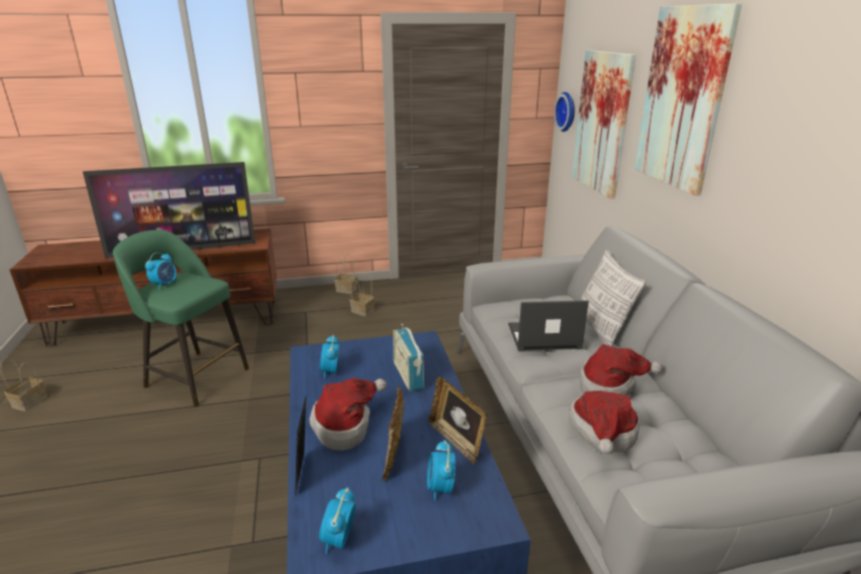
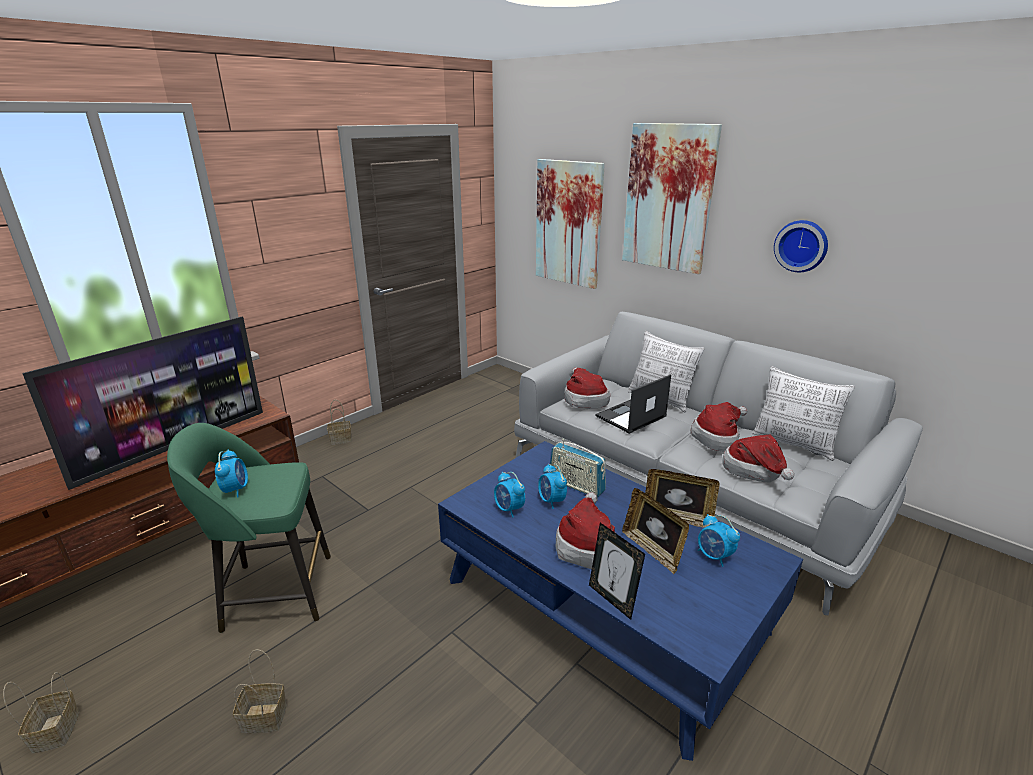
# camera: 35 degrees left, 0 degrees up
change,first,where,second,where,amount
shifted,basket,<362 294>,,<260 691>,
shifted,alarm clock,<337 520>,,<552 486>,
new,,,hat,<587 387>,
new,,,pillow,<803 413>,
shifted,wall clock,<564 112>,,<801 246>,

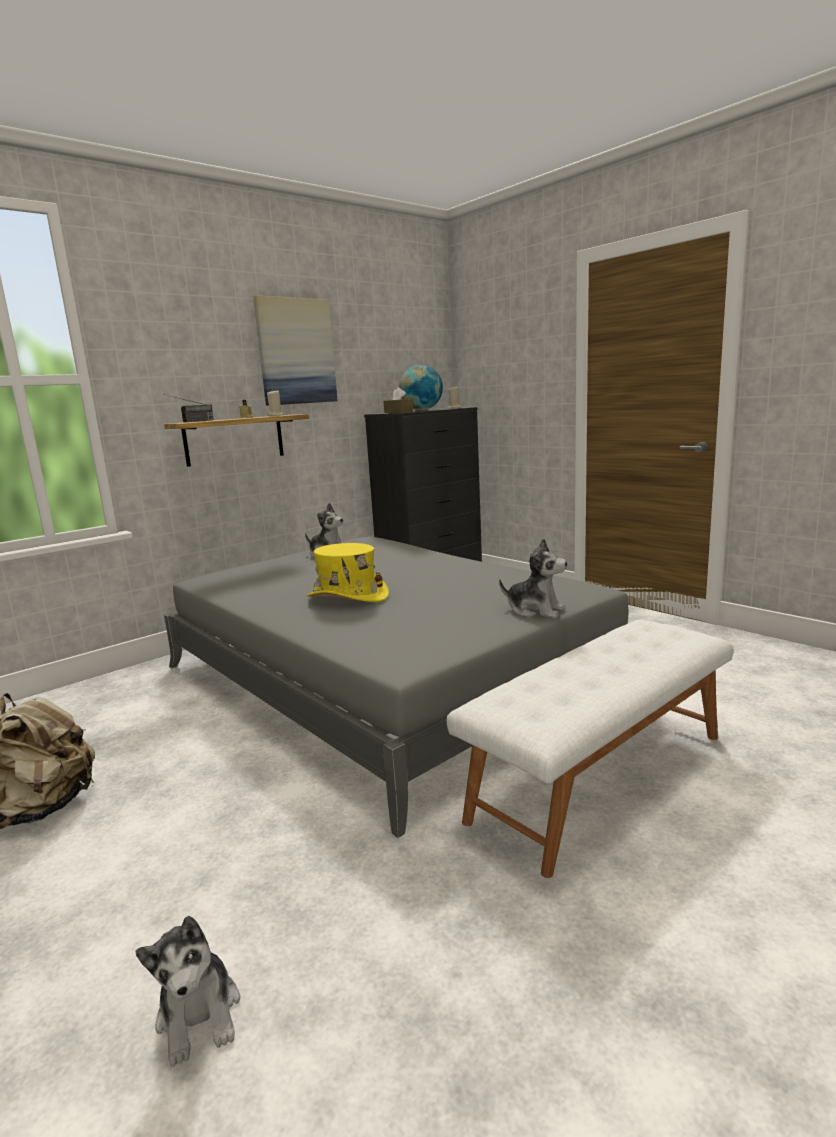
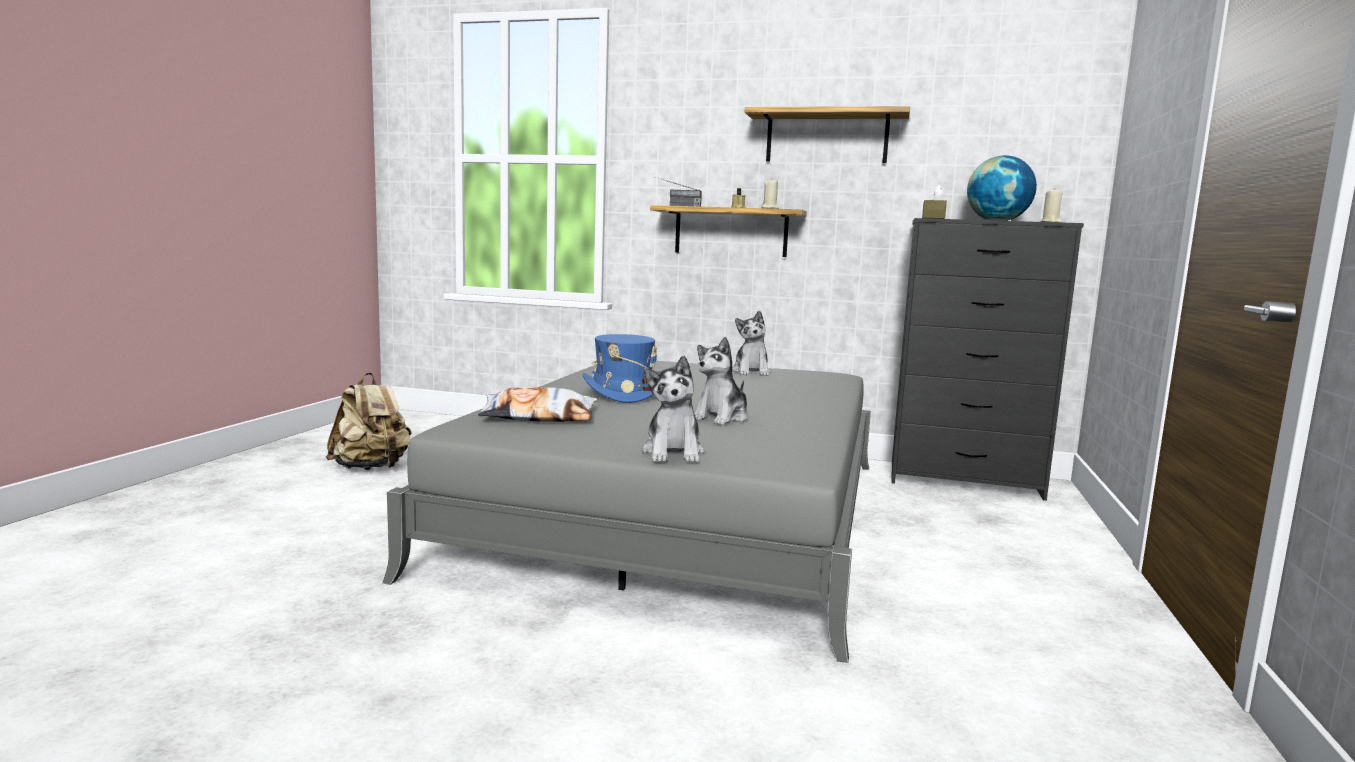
# camera: 55 degrees right, 5 degrees down
change,first,where,second,where,amount
new,,,pillow,<537 404>,
repainted,hat in yellow,<348 572>,hat in blue,<619 368>,
shifted,plush toy,<187 991>,,<721 381>,
swapped,picture,<295 350>,shelf,<827 134>,
gone,bench in white,<590 749>,,,

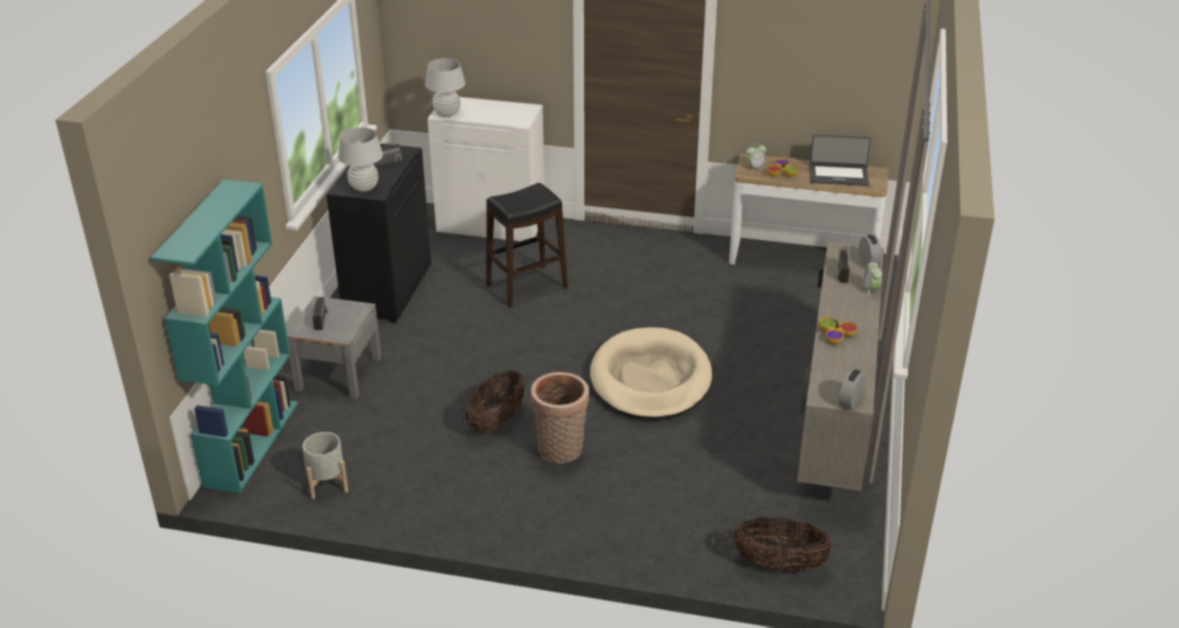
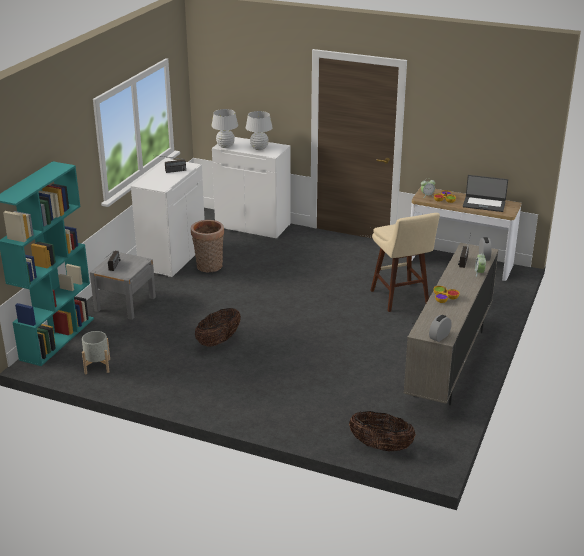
# camera: 10 degrees right, 5 degrees down
change,first,where,second,where,amount
repainted,cabinet in black,<378 233>,cabinet in white,<168 218>,
shifted,basket,<560 417>,,<207 246>,
shifted,table lamp in white,<360 159>,,<259 130>,
new,,,stool in beige,<405 262>,
gone,stool in black,<527 245>,,,
gone,dog bed in beige,<651 373>,,,

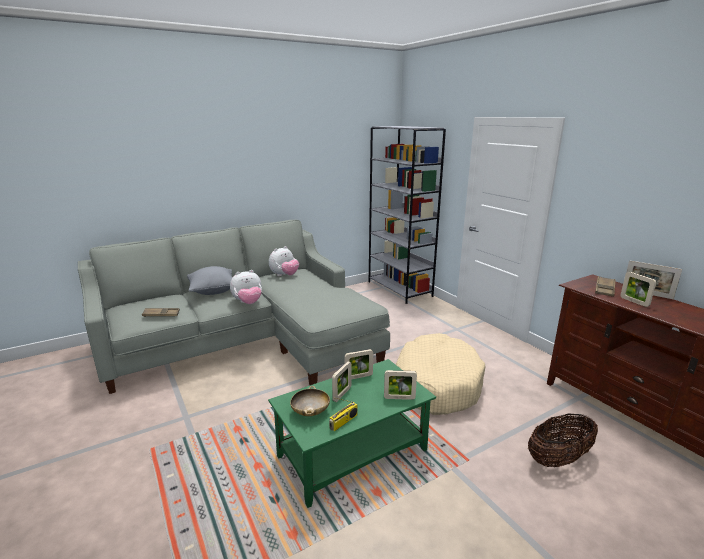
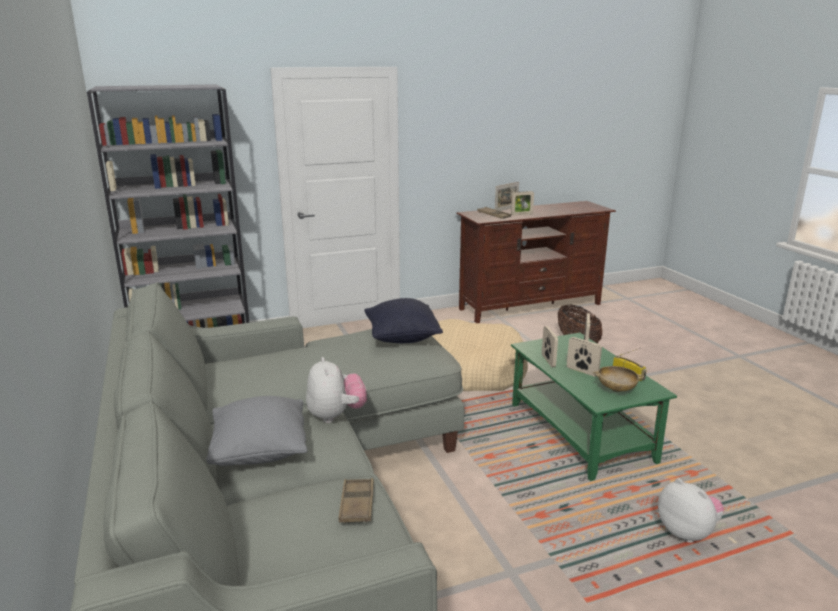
# camera: 80 degrees left, 0 degrees up
change,first,where,second,where,amount
new,,,pillow in black,<404 320>,
shifted,plush toy,<284 261>,,<691 510>,

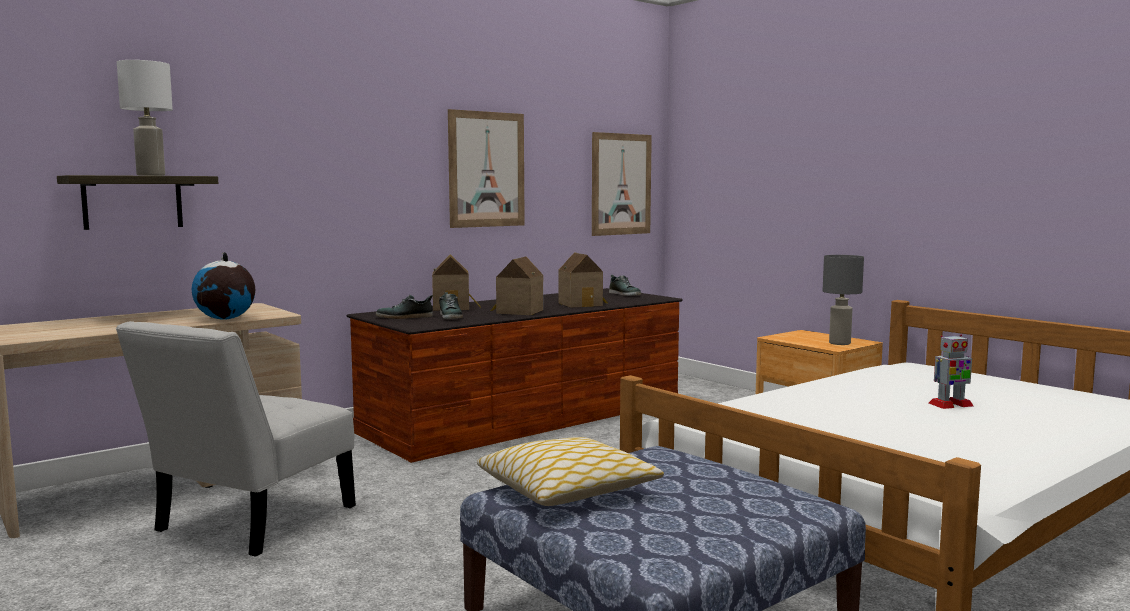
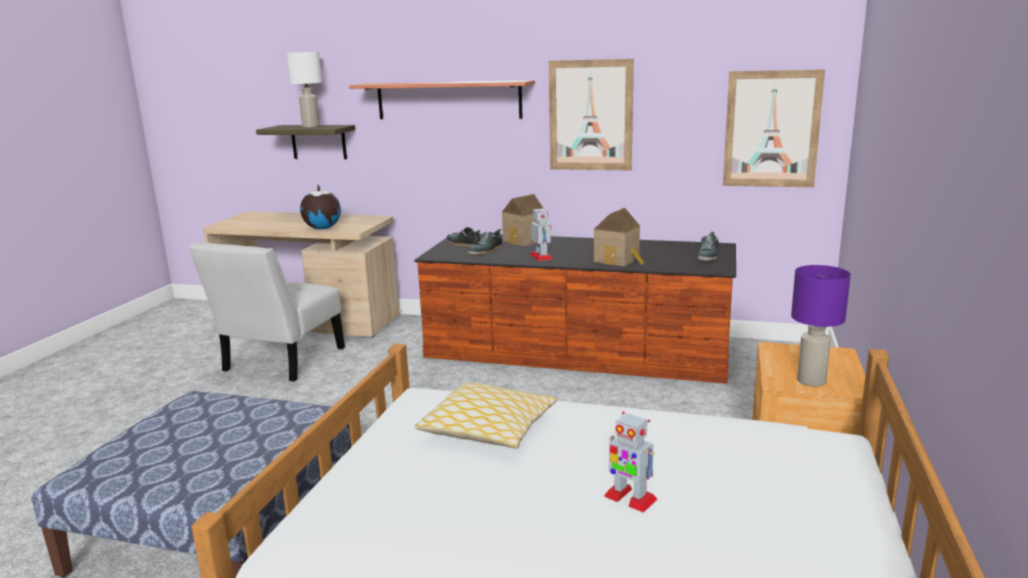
# camera: 55 degrees right, 10 degrees up
change,first,where,second,where,amount
rotated,chair in white,<236 439>,,<267 312>,60 degrees counterclockwise
new,,,shelf,<442 99>,
shifted,pillow,<570 471>,,<486 415>,
swapped,toy house,<516 285>,toy robot,<541 234>,
repainted,table lamp in grey,<843 300>,table lamp in purple,<821 326>,

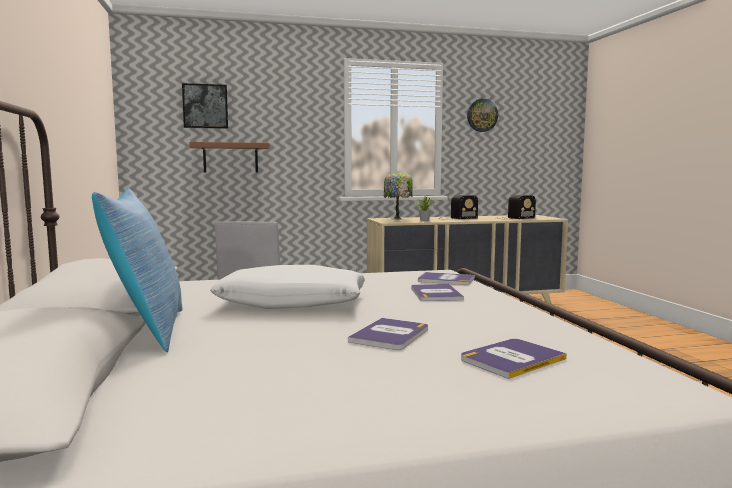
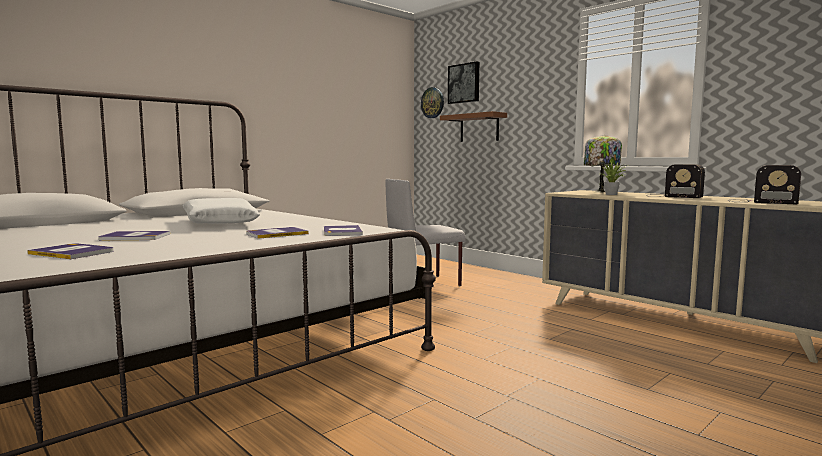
# camera: 60 degrees right, 0 degrees up
change,first,where,second,where,amount
shifted,wall clock,<482 115>,,<432 102>,
gone,pillow,<137 270>,,,

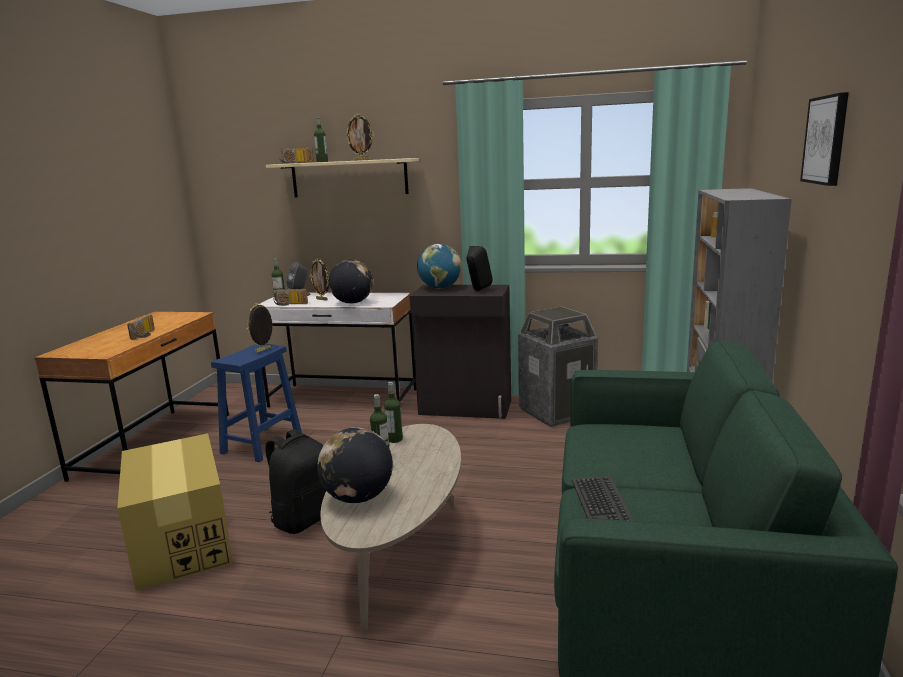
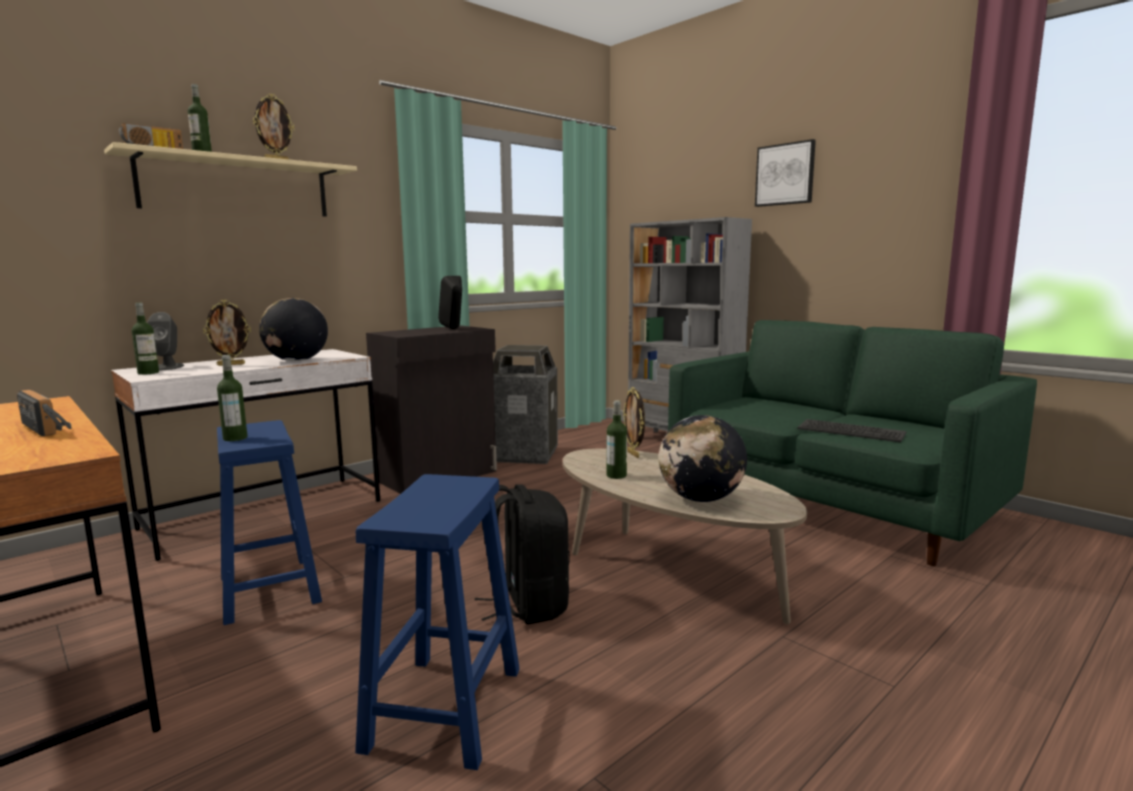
# camera: 55 degrees left, 5 degrees down
change,first,where,second,where,amount
shifted,bottle,<393 412>,,<232 398>,
swapped,cardboard box,<175 512>,stool in blue,<437 622>,
shifted,picture frame,<259 327>,,<634 422>,
gone,radio,<290 297>,,,
gone,globe,<439 266>,,,

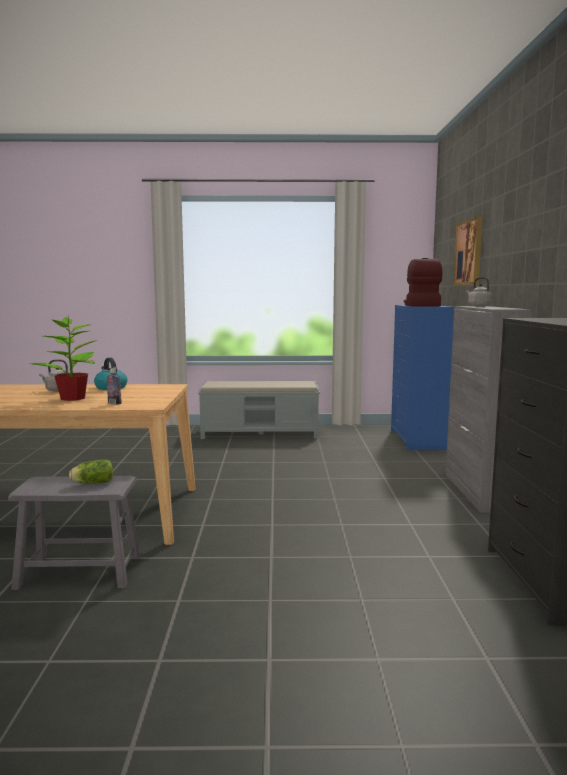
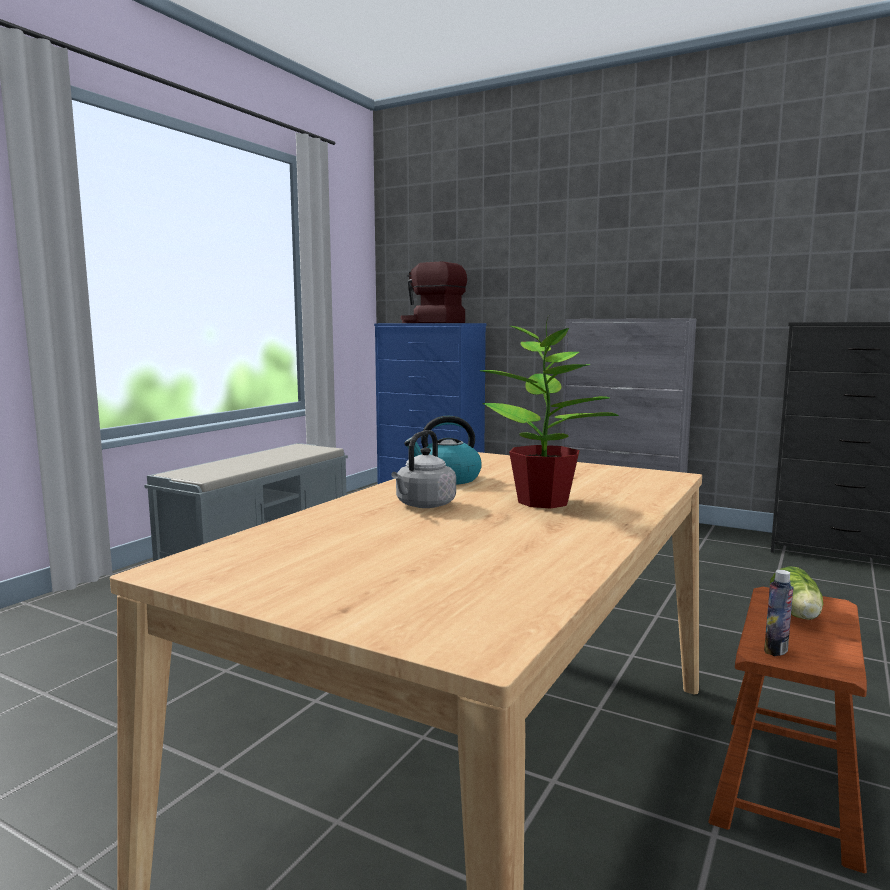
# camera: 60 degrees left, 0 degrees up
change,first,where,second,where,amount
repainted,stool in grey,<74 533>,stool in brown,<787 730>,
shifted,bottle,<114 386>,,<778 613>,
gone,picture,<468 250>,,,
gone,kettle in grey,<479 292>,,,

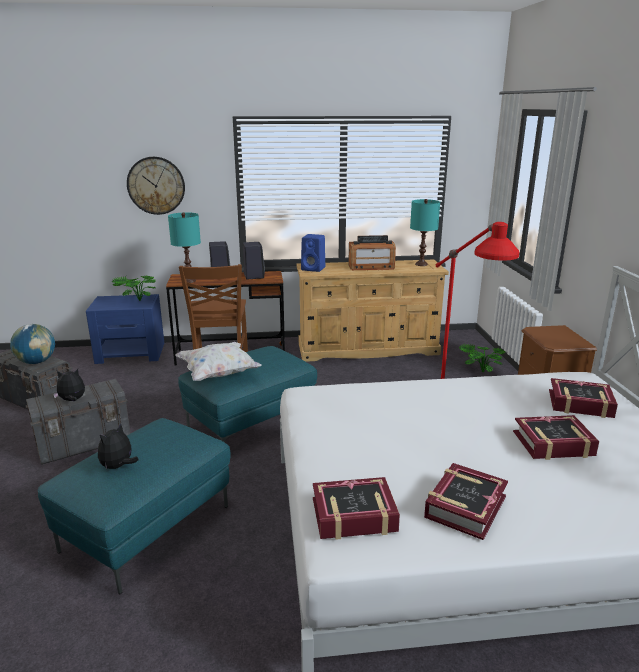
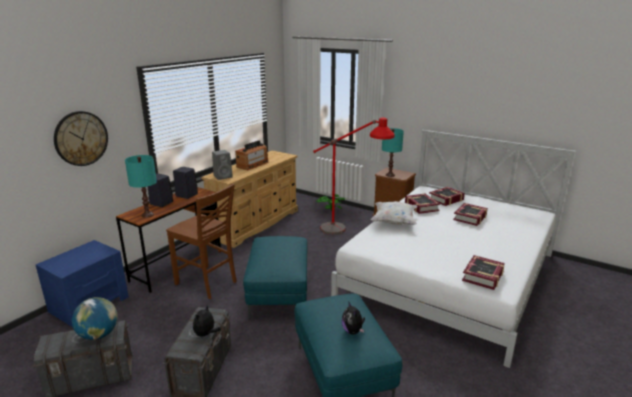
# camera: 50 degrees left, 0 degrees up
change,first,where,second,where,amount
repainted,speaker in blue,<313 253>,speaker in grey,<222 165>,
shifted,pillow in white,<218 361>,,<394 213>,
shifted,table lamp in turquoise,<425 232>,,<393 152>,
shifted,book,<466 501>,,<422 204>,
gone,potted plant,<133 288>,,,

